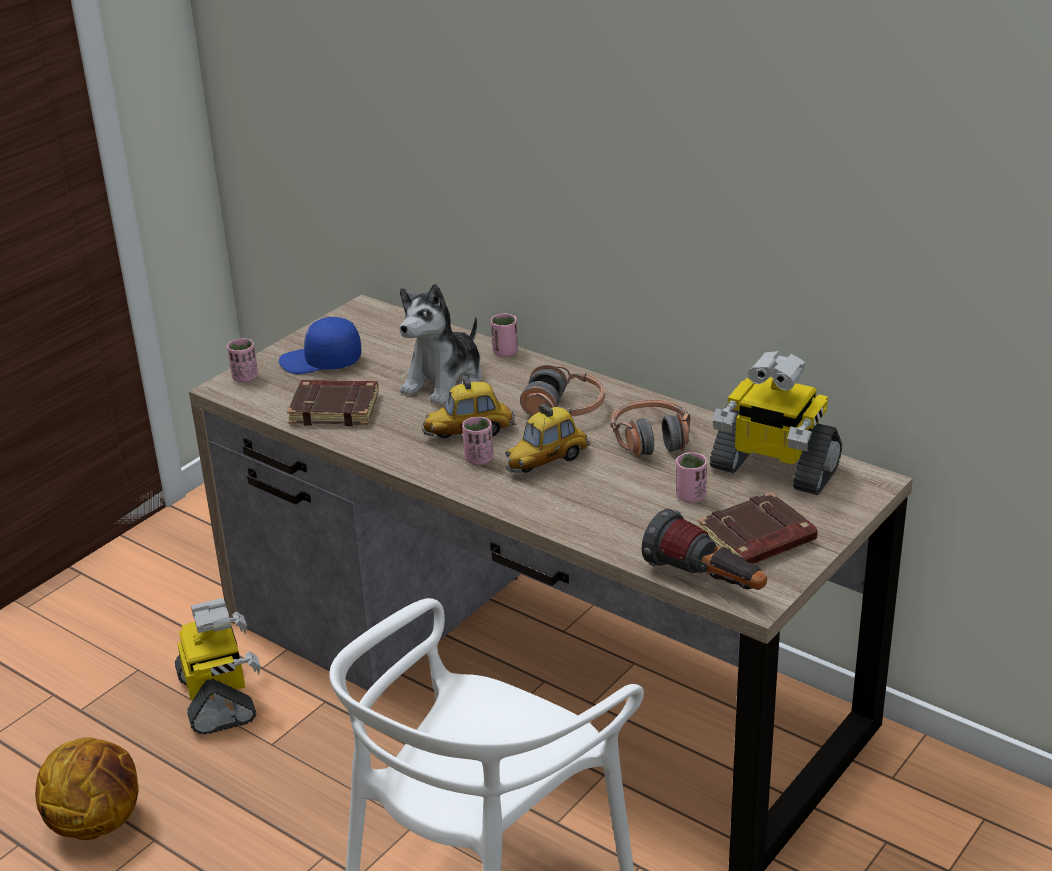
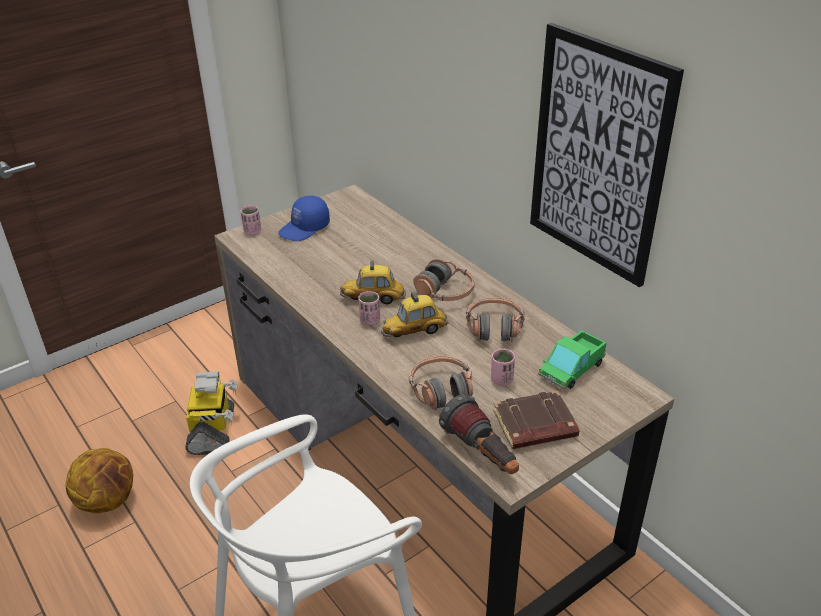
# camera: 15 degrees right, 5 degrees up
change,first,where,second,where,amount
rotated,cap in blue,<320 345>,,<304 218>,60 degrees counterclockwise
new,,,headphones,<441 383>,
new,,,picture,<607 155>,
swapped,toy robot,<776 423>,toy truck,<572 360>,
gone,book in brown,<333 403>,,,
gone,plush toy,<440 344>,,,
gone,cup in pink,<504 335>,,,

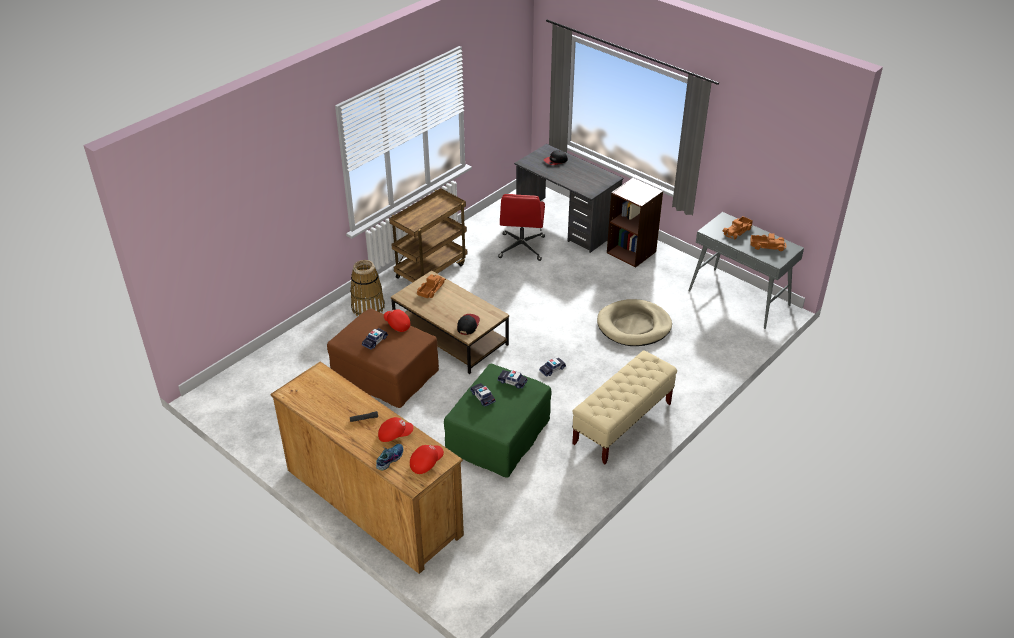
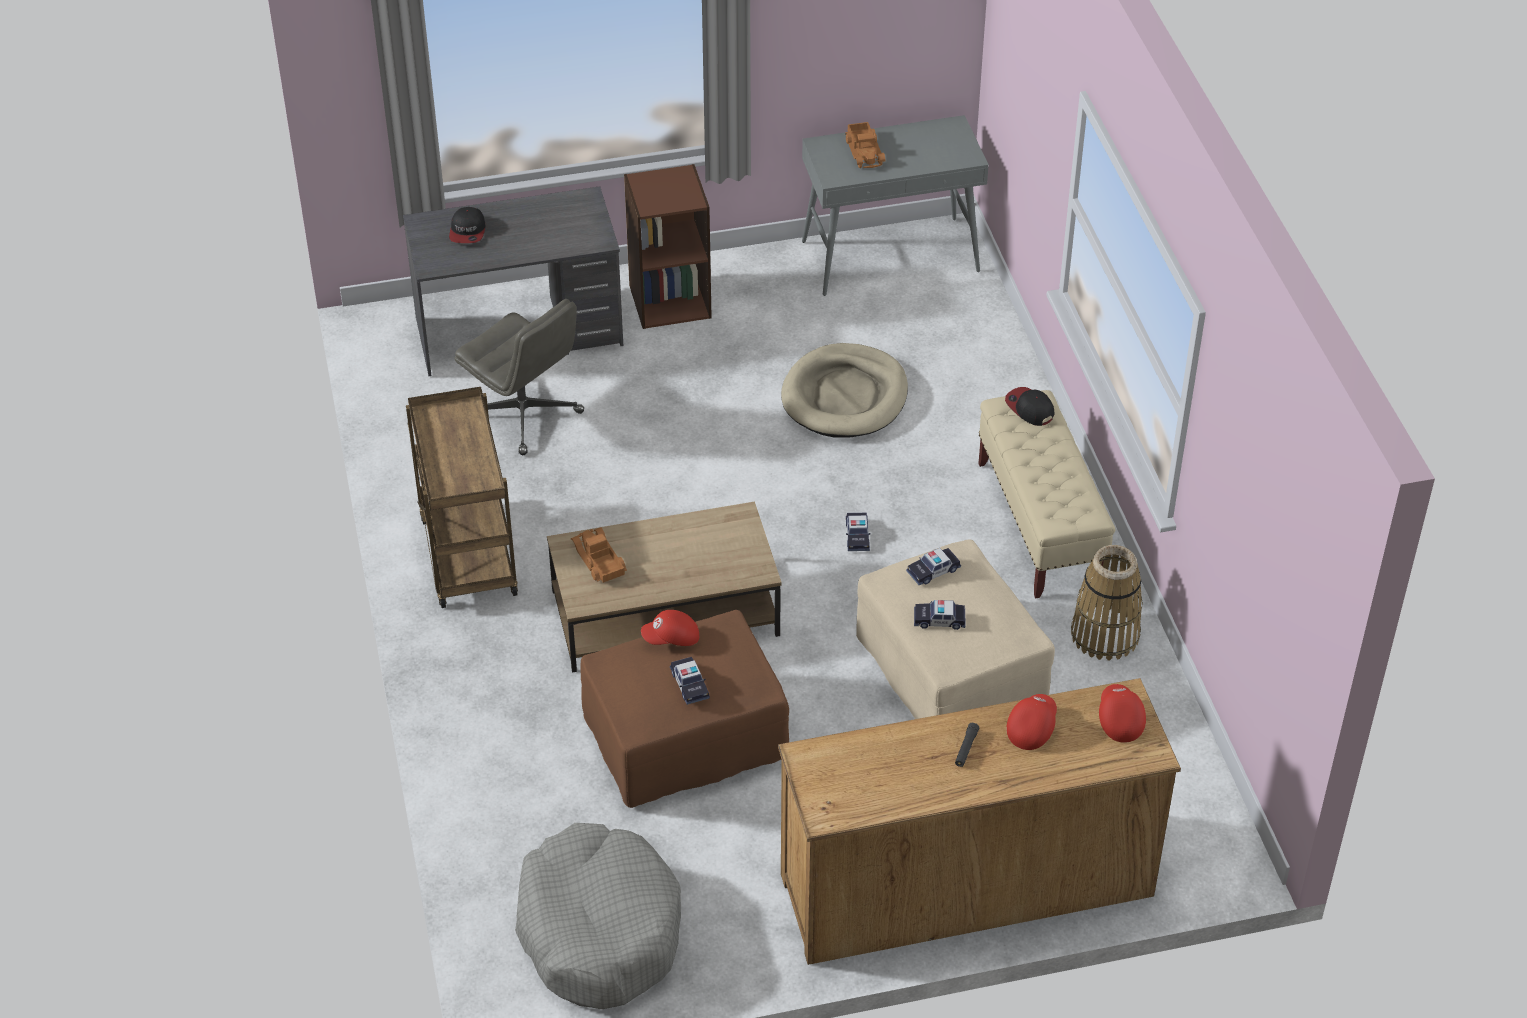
# camera: 55 degrees left, 5 degrees up
change,first,where,second,where,amount
repainted,office chair in red,<521 227>,office chair in grey,<519 377>,
new,,,dog bed in grey,<598 916>,
repainted,ottoman in green,<498 421>,ottoman in beige,<955 629>,
shifted,cap,<468 324>,,<1030 406>,
shifted,basket,<367 288>,,<1107 603>,
gone,shoe,<389 457>,,,
gone,toy truck,<769 242>,,,

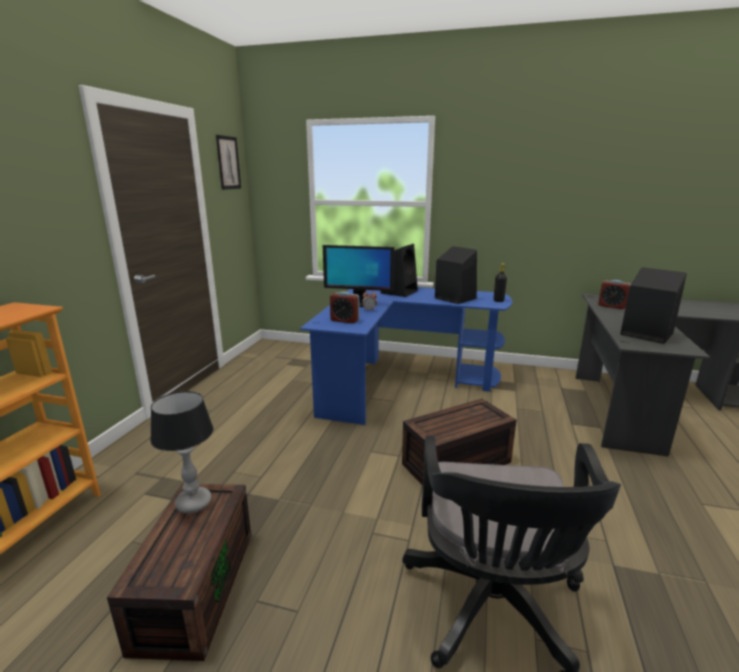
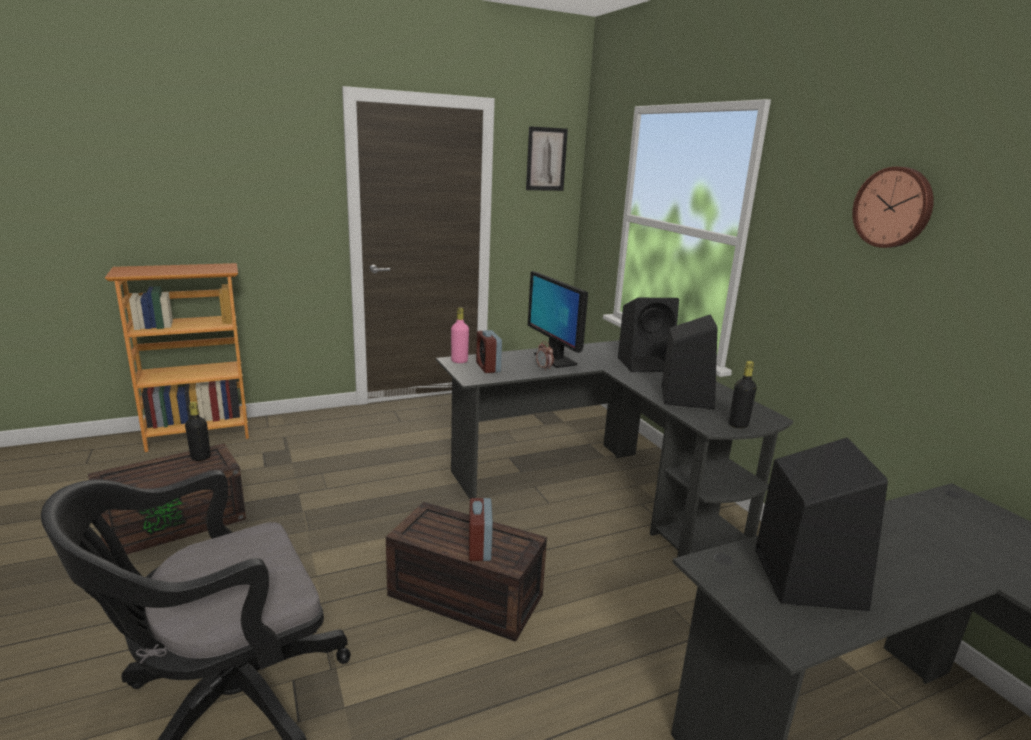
# camera: 50 degrees right, 0 degrees up
change,first,where,second,where,amount
swapped,table lamp,<181 452>,bottle in black,<198 431>,
repainted,desk in blue,<406 356>,desk in black,<614 448>,
new,,,bottle in pink,<460 335>,
shifted,alarm clock,<614 294>,,<481 529>,
new,,,wall clock,<893 207>,

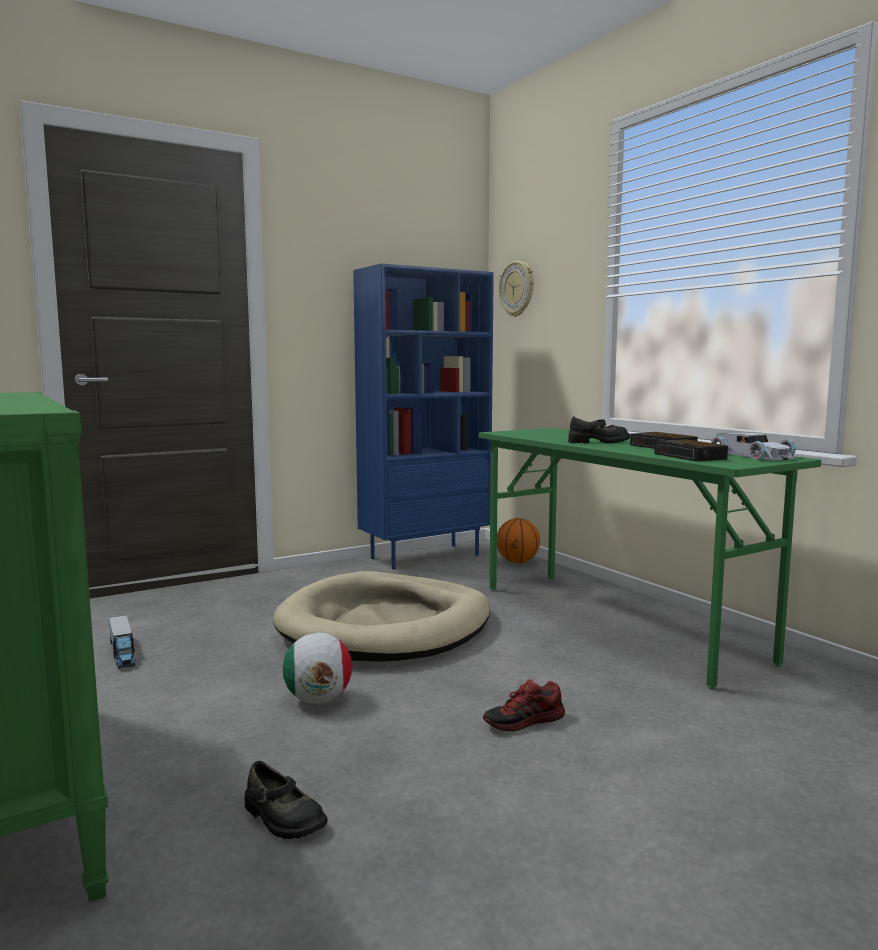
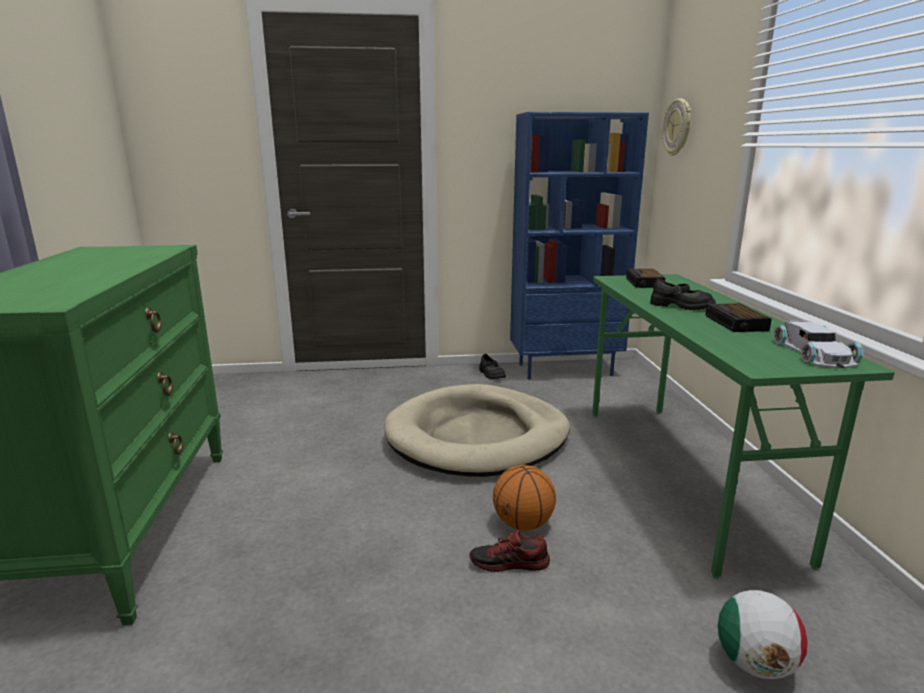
# camera: 25 degrees right, 10 degrees up
change,first,where,second,where,amount
shifted,shoe in black,<286 800>,,<492 366>,
shifted,basketball,<518 540>,,<524 498>,
shifted,alarm clock,<691 450>,,<645 278>,
shifted,football,<317 668>,,<763 634>,
gone,toy truck,<122 642>,,,

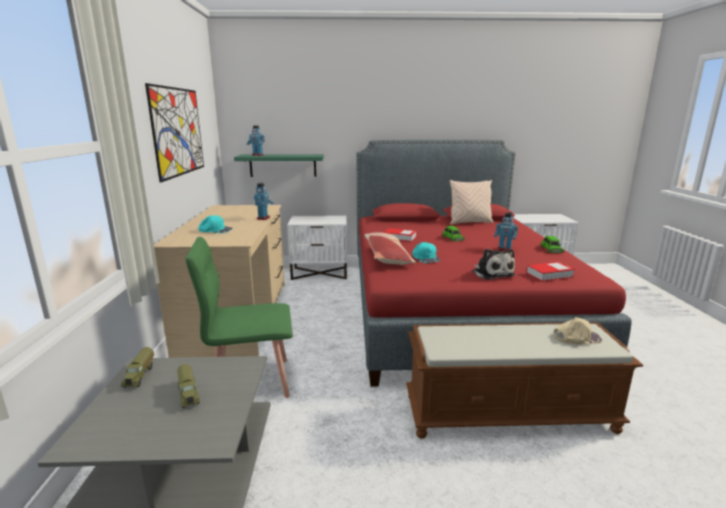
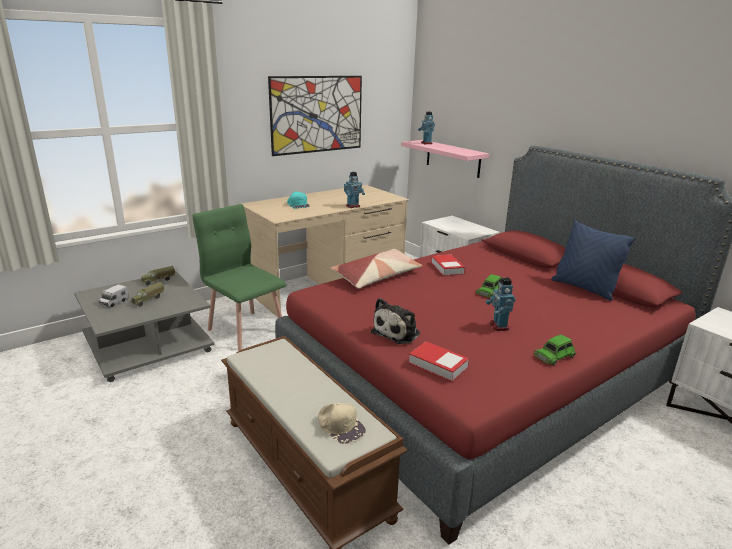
# camera: 55 degrees right, 5 degrees up
change,first,where,second,where,amount
new,,,toy truck,<114 296>,
repainted,shelf in green,<279 165>,shelf in pink,<445 159>,
repainted,pillow in beige,<471 202>,pillow in blue,<593 260>,
gone,cap in turquoise,<426 252>,,,

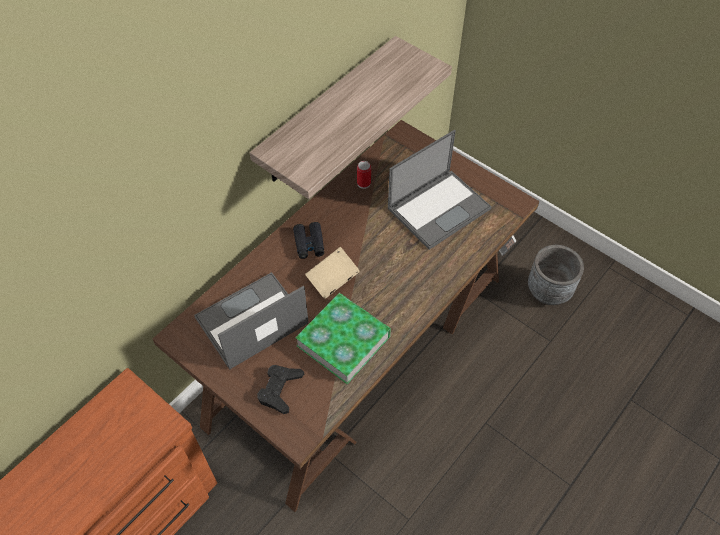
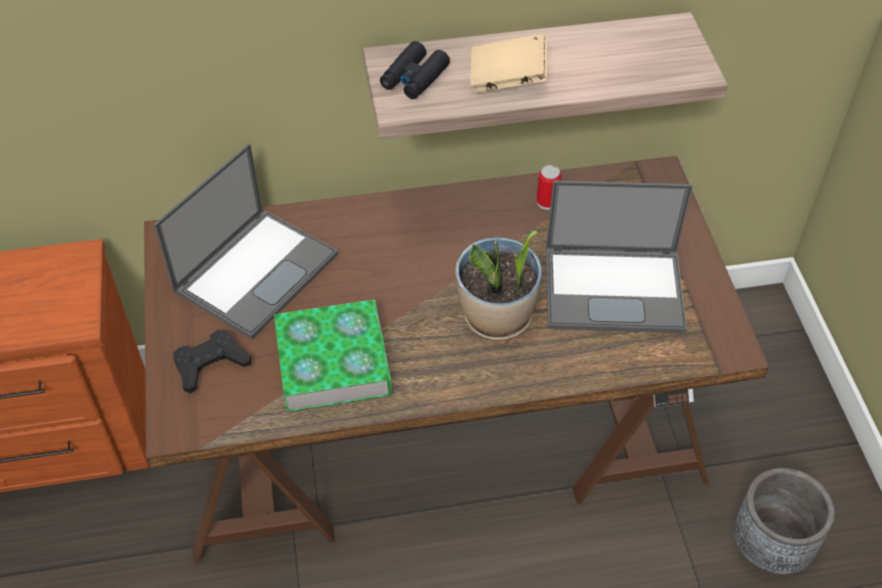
# camera: 40 degrees right, 5 degrees down
change,first,where,second,where,amount
rotated,laptop,<251 321>,,<246 241>,120 degrees clockwise
shifted,binoculars in black,<308 240>,,<415 70>,
new,,,potted plant,<498 285>,
shifted,book in beige,<332 273>,,<509 63>,

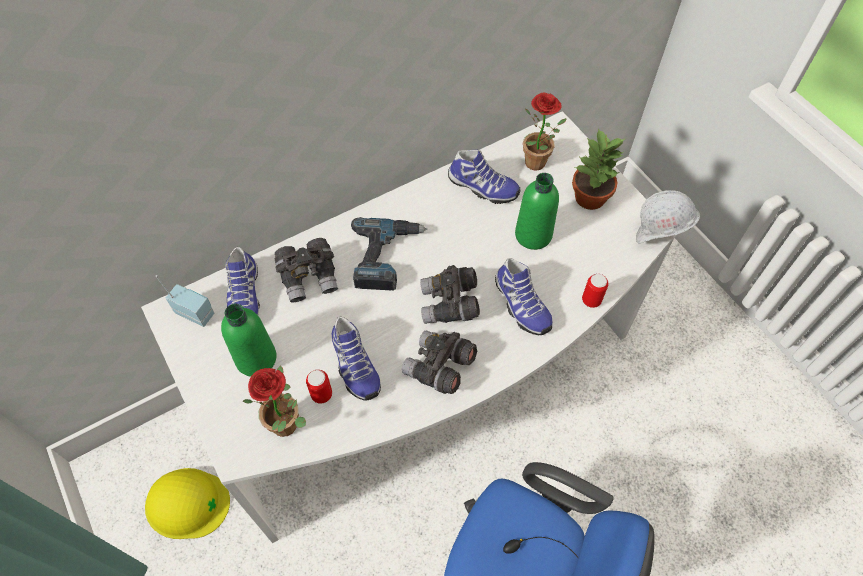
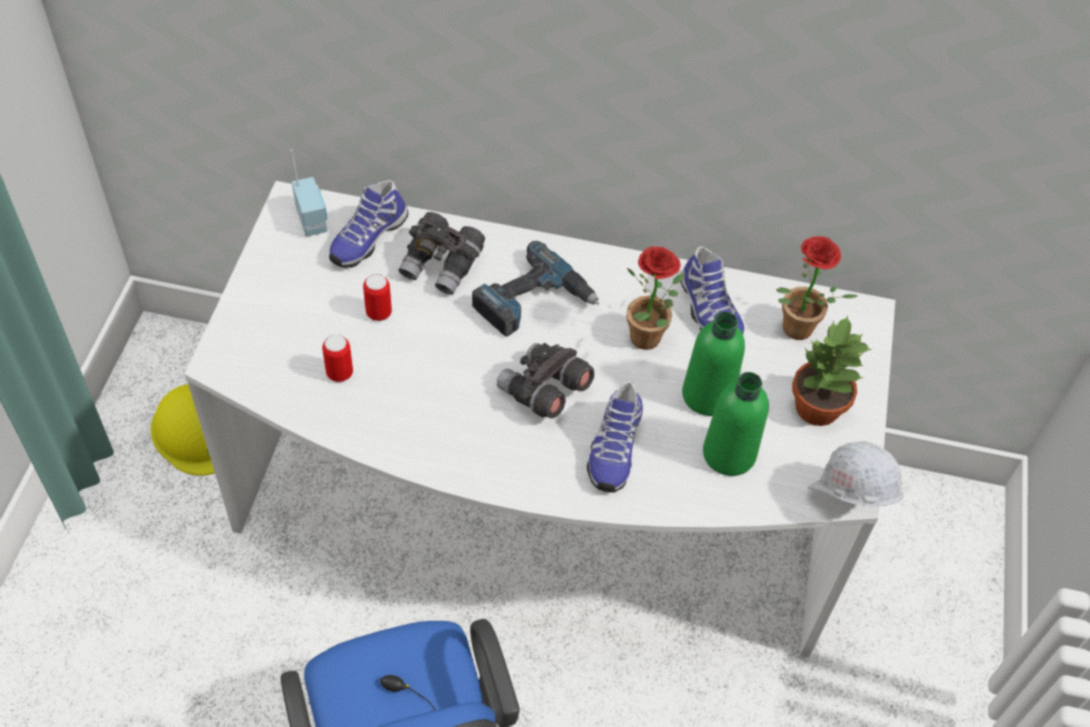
# camera: 40 degrees right, 5 degrees down
change,first,where,second,where,amount
shifted,can,<595 291>,,<377 297>,
shifted,potted plant,<274 401>,,<655 298>,
shifted,bottle in green,<249 340>,,<736 424>,
gone,shoe,<356 358>,,,
gone,binoculars in grey,<439 362>,,,

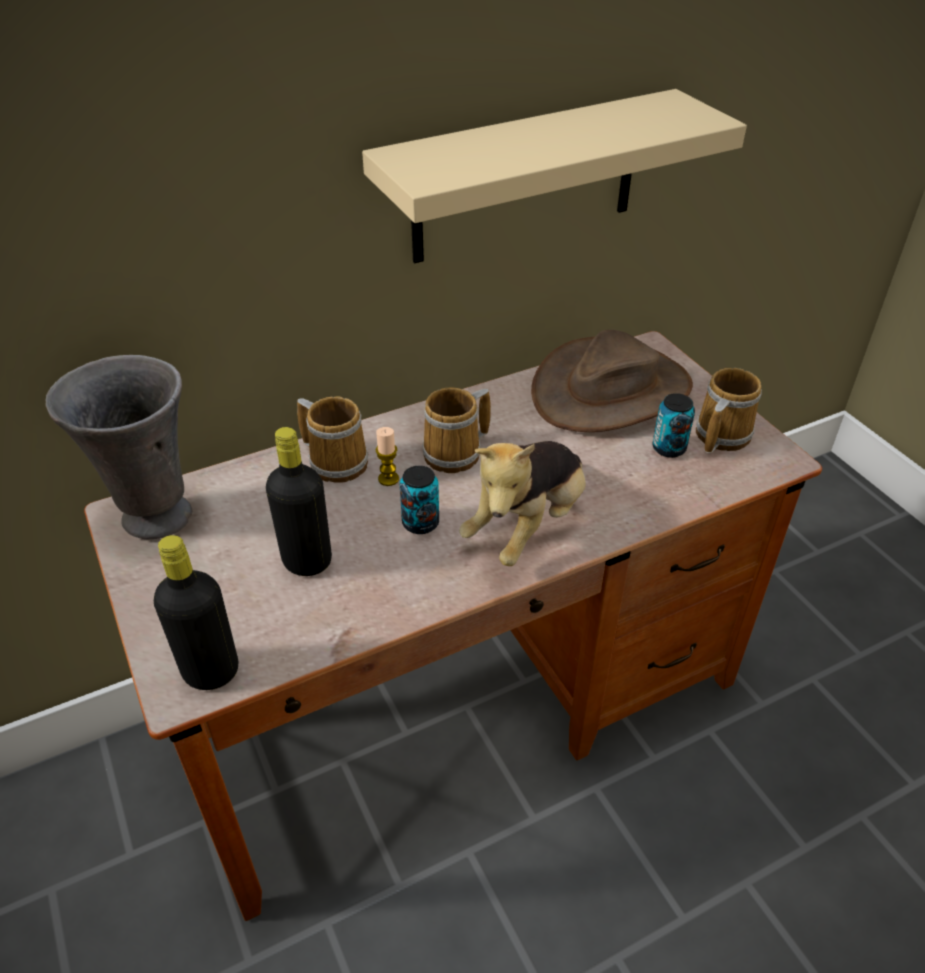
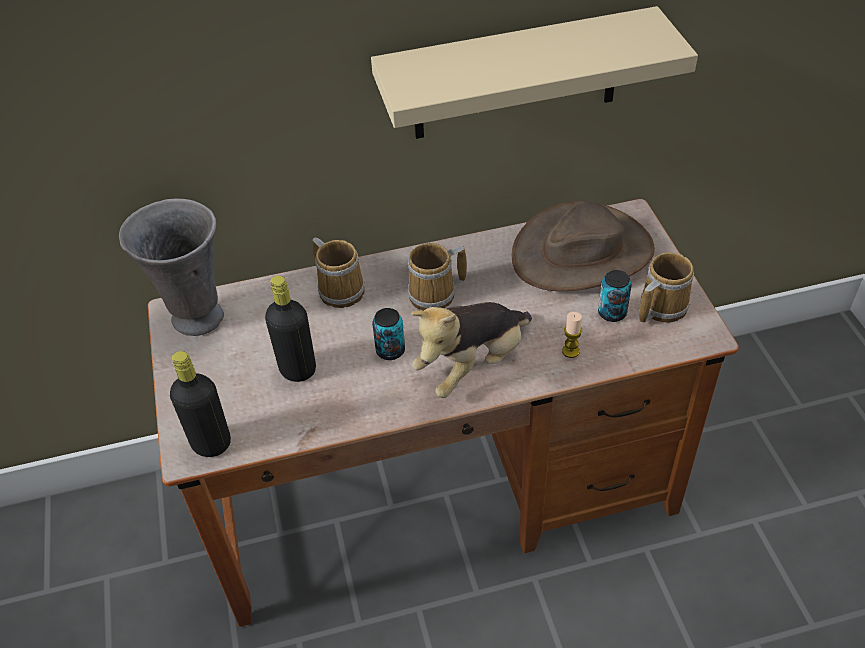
# camera: 15 degrees right, 5 degrees up
change,first,where,second,where,amount
shifted,candle,<387 456>,,<572 335>,

